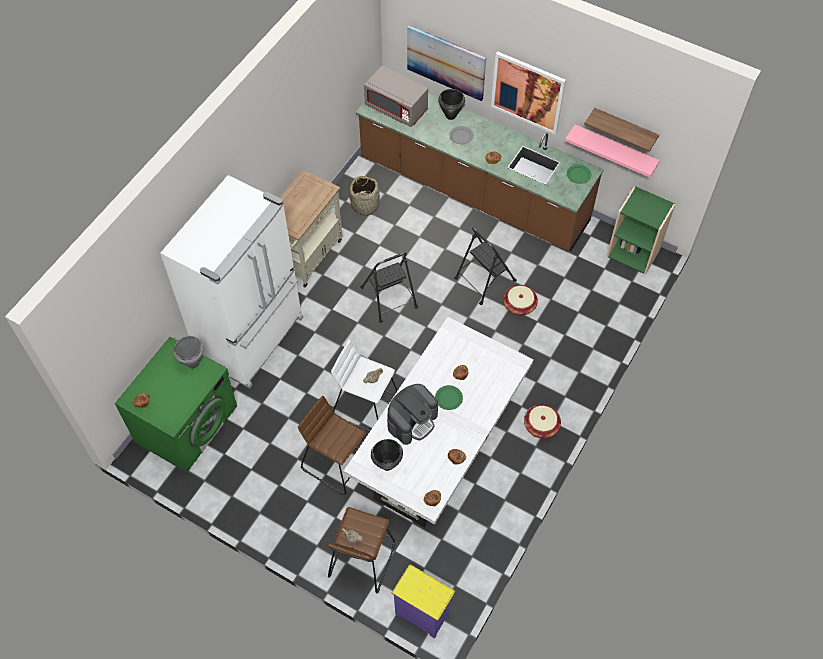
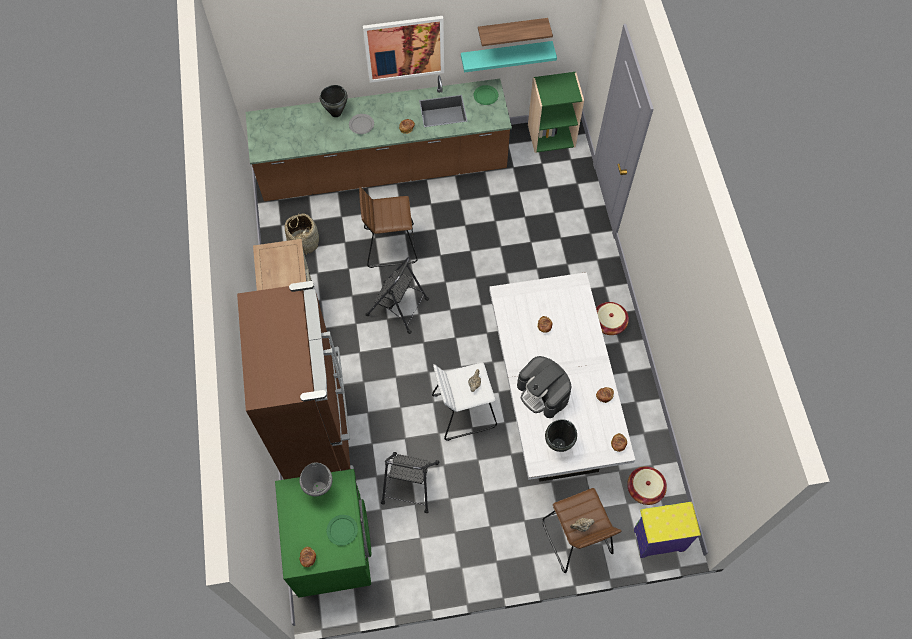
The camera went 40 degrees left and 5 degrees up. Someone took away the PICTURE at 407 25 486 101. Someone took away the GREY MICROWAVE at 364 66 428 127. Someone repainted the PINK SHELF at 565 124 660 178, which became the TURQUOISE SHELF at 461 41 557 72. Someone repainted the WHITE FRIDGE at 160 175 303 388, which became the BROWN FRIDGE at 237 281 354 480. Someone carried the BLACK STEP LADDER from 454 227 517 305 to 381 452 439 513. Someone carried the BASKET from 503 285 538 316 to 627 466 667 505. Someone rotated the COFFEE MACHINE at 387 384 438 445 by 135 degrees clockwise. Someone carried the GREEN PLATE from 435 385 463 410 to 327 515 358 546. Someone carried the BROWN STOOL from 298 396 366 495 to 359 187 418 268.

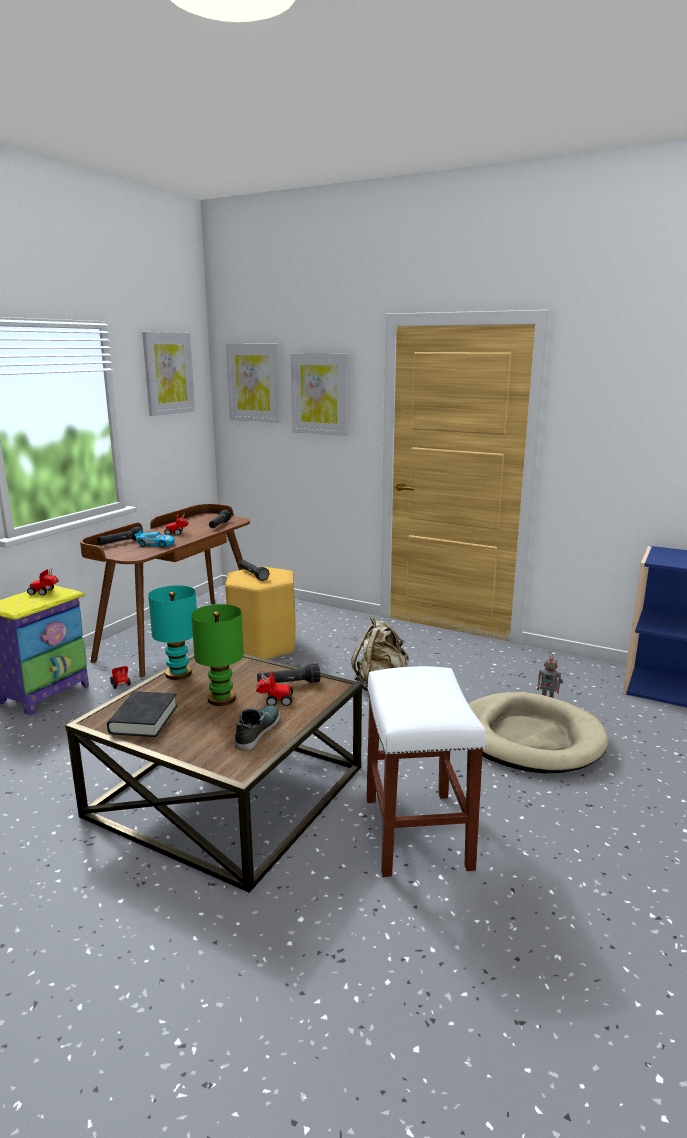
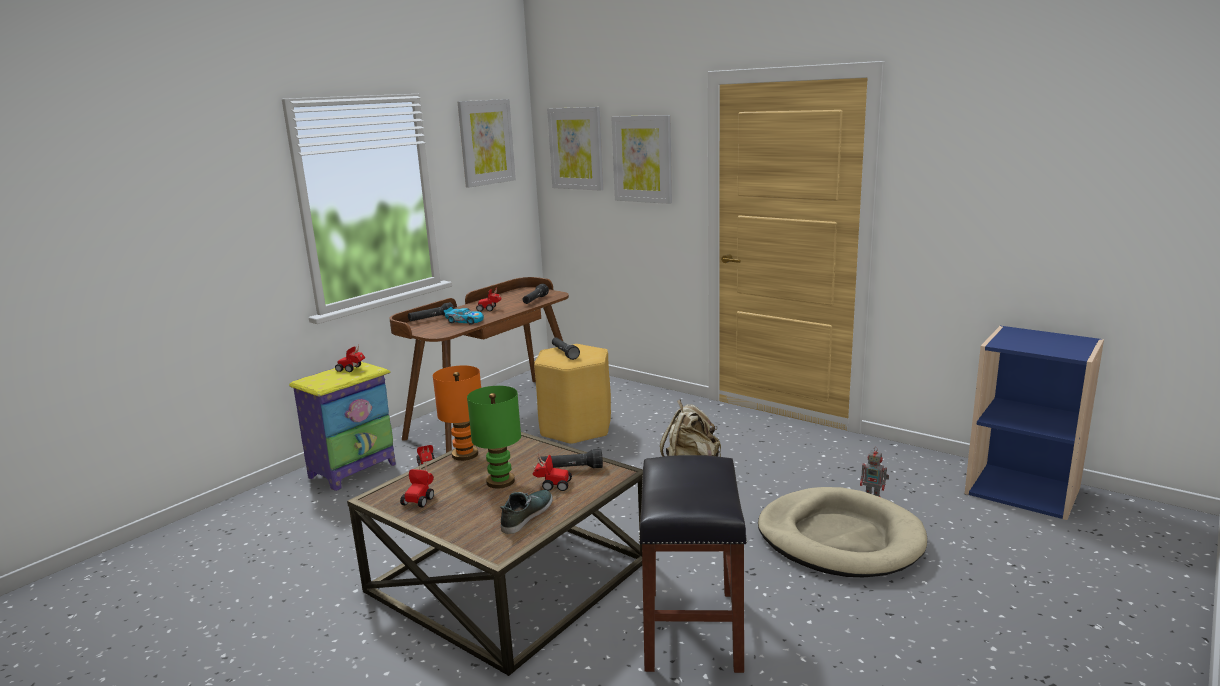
The camera went 10 degrees right and 0 degrees up. Someone repainted the TURQUOISE TABLE LAMP at 148 586 197 680, which became the ORANGE TABLE LAMP at 433 365 481 461. Someone repainted the WHITE STOOL at 366 666 486 877, which became the BLACK STOOL at 639 455 747 673. Someone swapped the BLACK BOOK at 107 691 177 737 for the TOY CAR at 400 461 434 507.

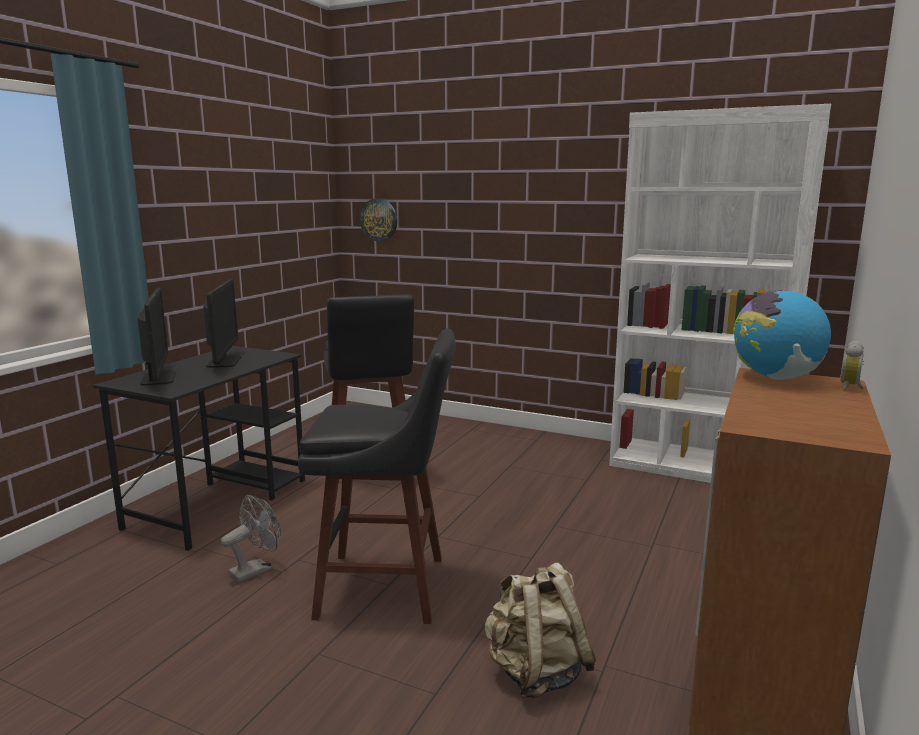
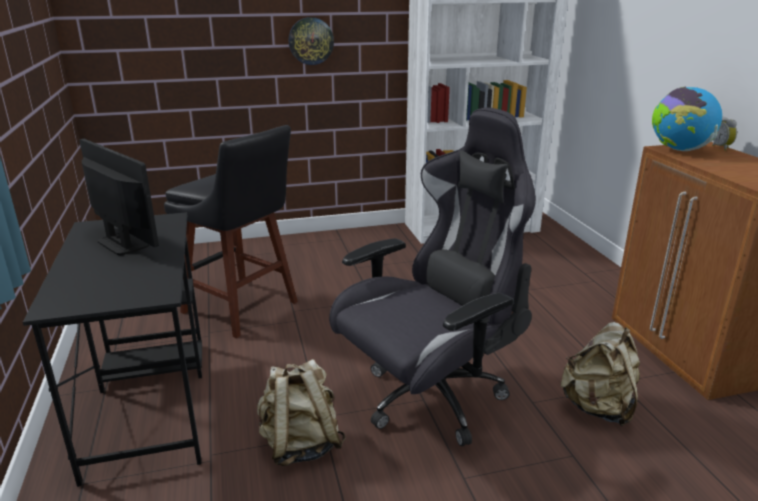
The camera went 40 degrees left and 10 degrees up. Someone carried the WALL CLOCK from 360 198 397 241 to 288 17 334 65. Someone took away the MONITOR at 137 288 176 386. Someone swapped the BLACK STOOL at 298 329 456 624 for the BLACK OFFICE CHAIR at 329 107 536 446. Someone swapped the GREY FAN at 221 495 281 582 for the BEIGE BACKPACK at 257 359 346 466.

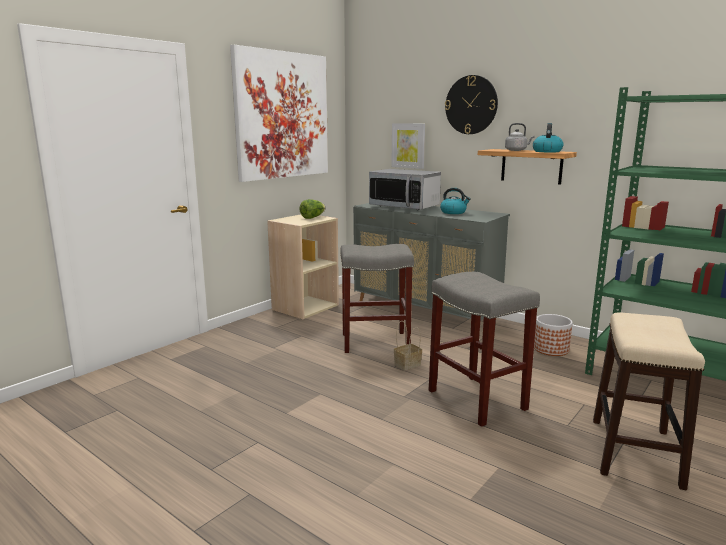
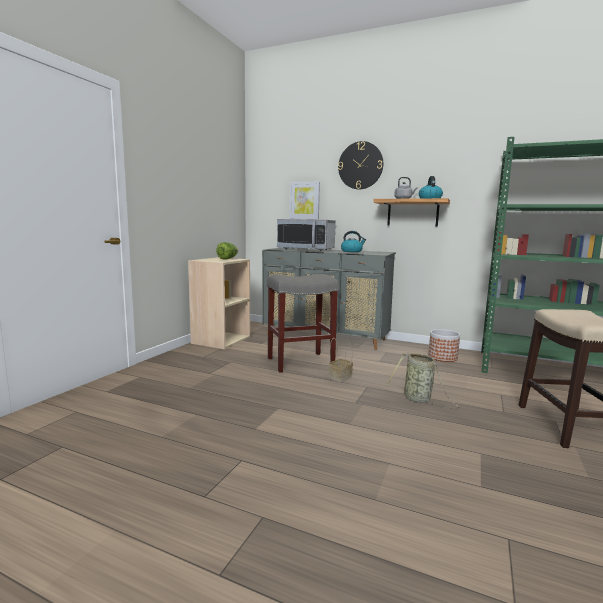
The camera went 15 degrees left and 5 degrees down. Someone took away the PICTURE at 230 45 328 182. Someone swapped the GREY STOOL at 429 272 540 427 for the BASKET at 386 352 459 408.

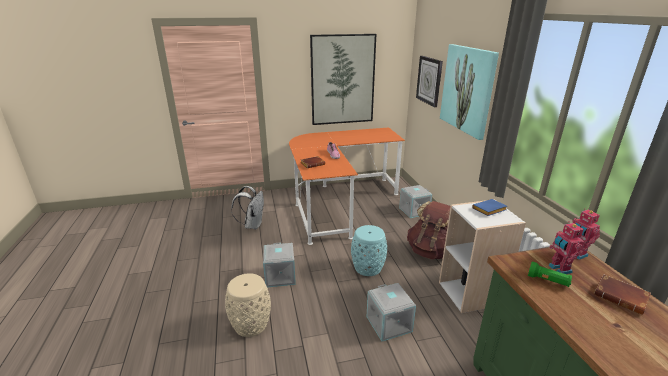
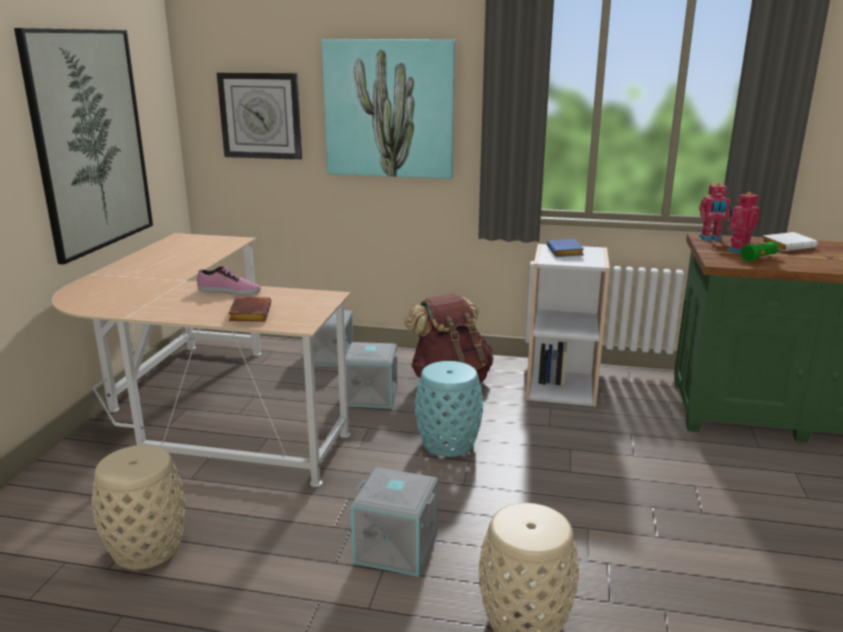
The camera went 65 degrees left and 5 degrees down. Someone repainted the ORANGE DESK at 289 127 405 245, which became the BEIGE DESK at 52 233 351 487. Someone swapped the WHITE BACKPACK at 231 186 264 230 for the BEIGE STOOL at 92 445 186 570. Someone rotated the TOY ROBOT at 549 223 584 274 by 135 degrees clockwise. Someone repainted the BROWN BOOK at 594 274 651 315, which became the WHITE BOOK at 762 232 818 251. Someone carried the GREY STORAGE BOX from 367 283 416 342 to 345 342 398 408.

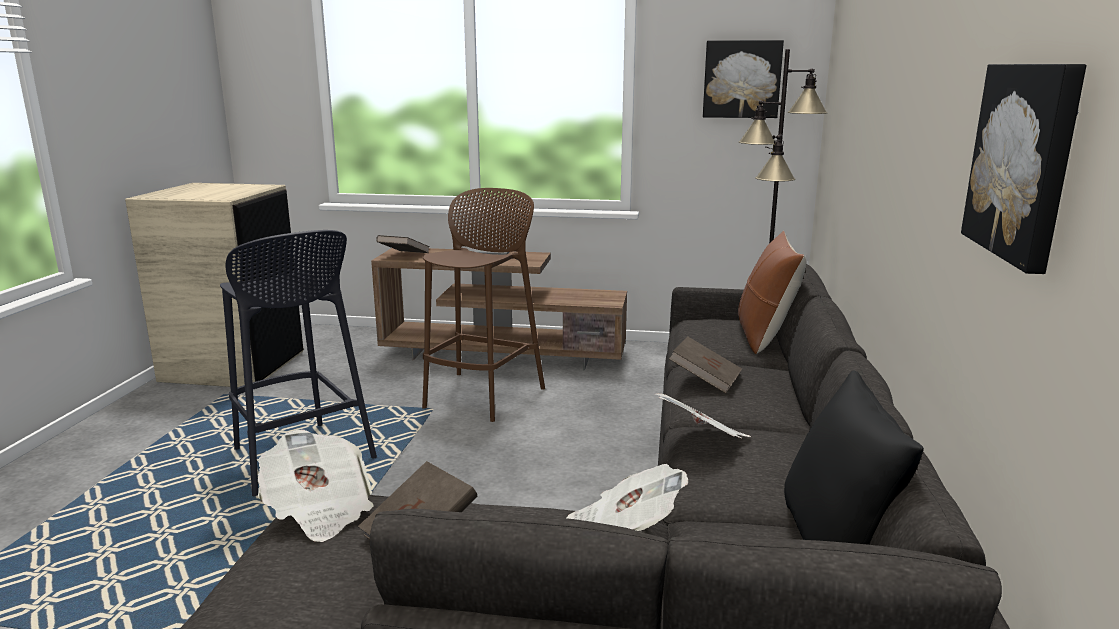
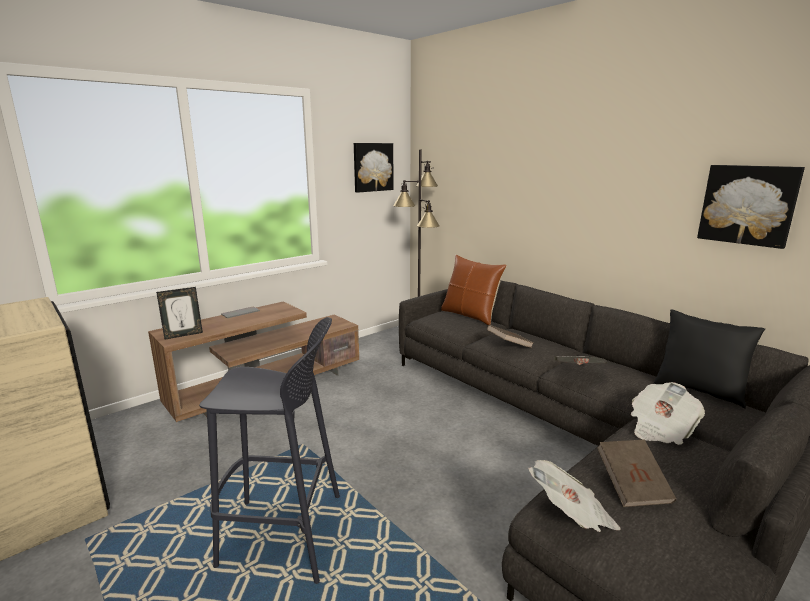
The camera went 50 degrees left and 0 degrees up. Someone took away the BROWN STOOL at 422 188 545 422. Someone swapped the BROWN BOOK at 376 235 430 253 for the PICTURE FRAME at 156 287 203 340.

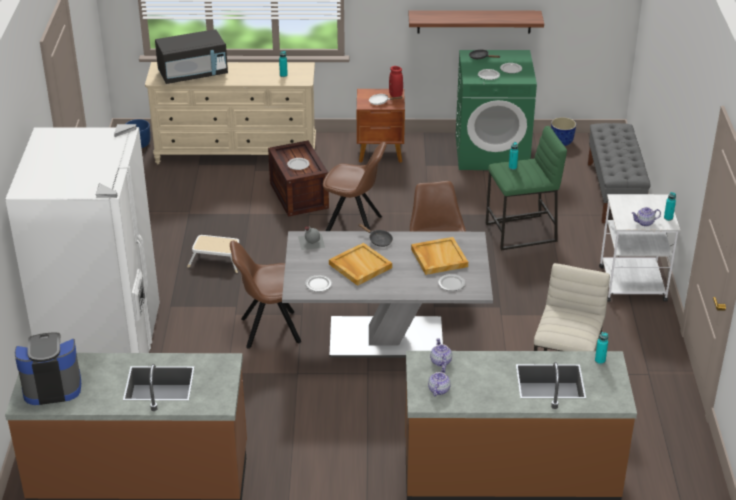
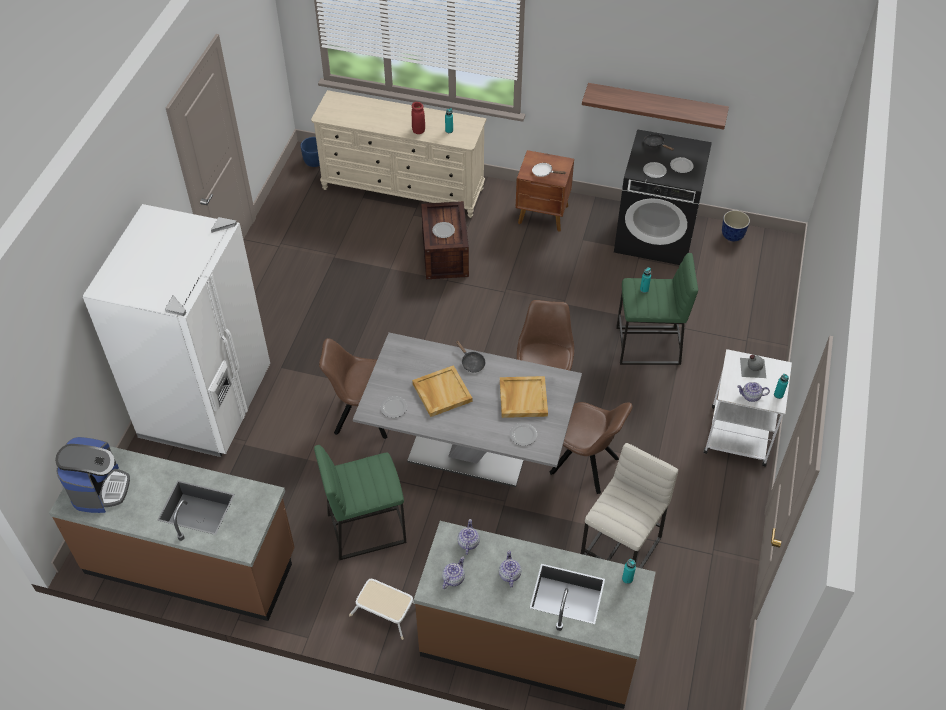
The camera went 15 degrees right and 15 degrees up. Someone took away the BLACK MICROWAVE at 155 29 228 84. Someone repainted the GREEN WASHING MACHINE at 456 50 537 170, which became the BLACK WASHING MACHINE at 614 129 712 265. Someone carried the RED VASE from 389 66 403 97 to 412 102 425 134. Someone took away the GREY BENCH at 588 123 651 223. Someone carried the BROWN CHAIR from 323 142 387 231 to 550 402 633 494. Someone carried the GREY BOTTLE from 298 226 325 250 to 740 355 766 378. Someone carried the BEIGE STEP LADDER from 187 235 239 273 to 349 579 415 640. Someone rotated the COFFEE MACHINE at 15 332 81 405 by 90 degrees clockwise. Someone put down the GREEN STOOL at 314 445 406 560. Someone put down the TEAPOT at 499 550 521 587.

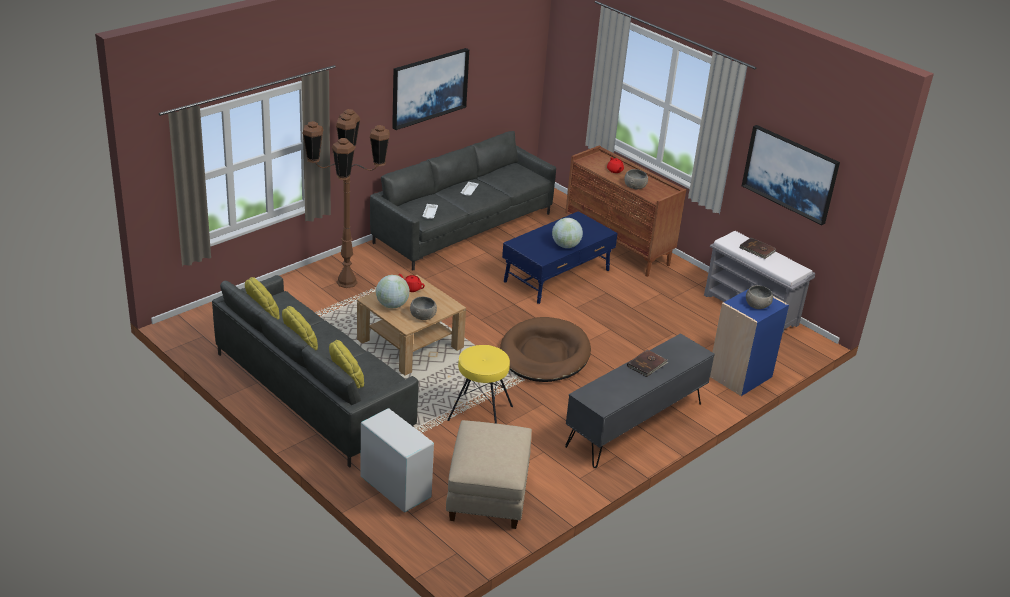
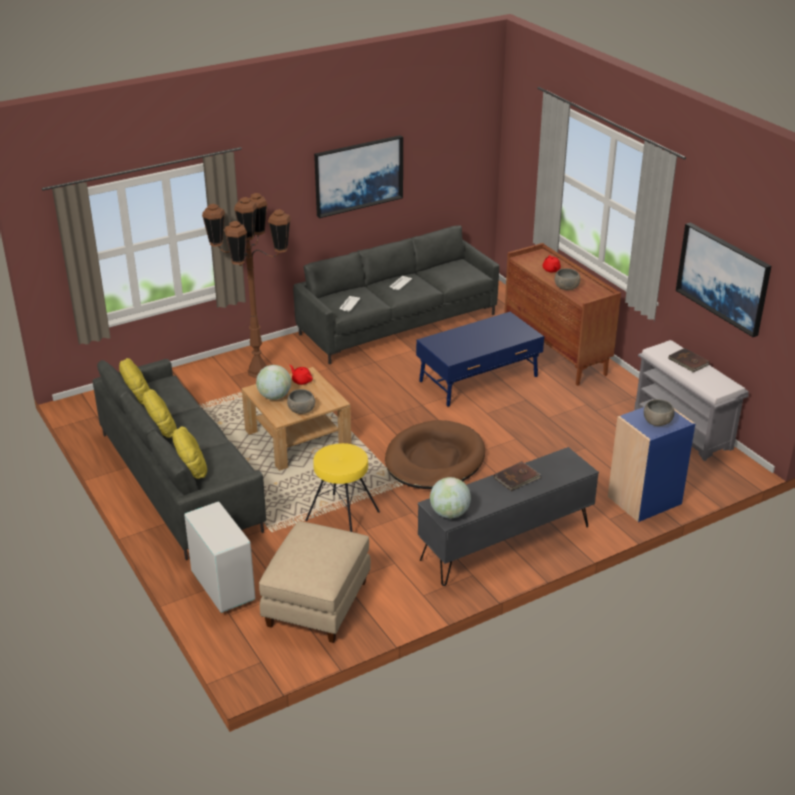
The camera went 15 degrees right and 0 degrees up. Someone carried the GLOBE from 552 218 583 248 to 430 477 471 519.

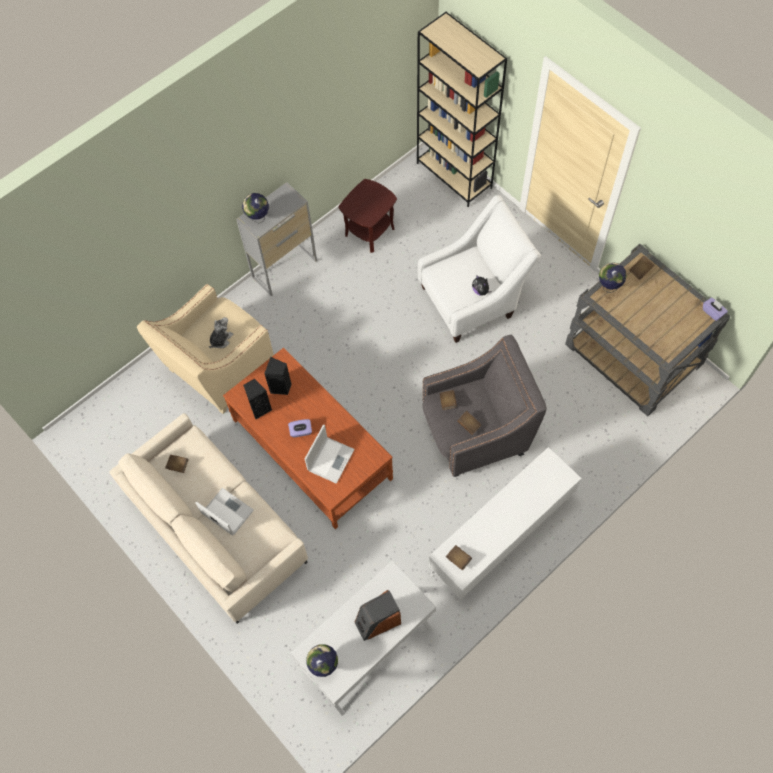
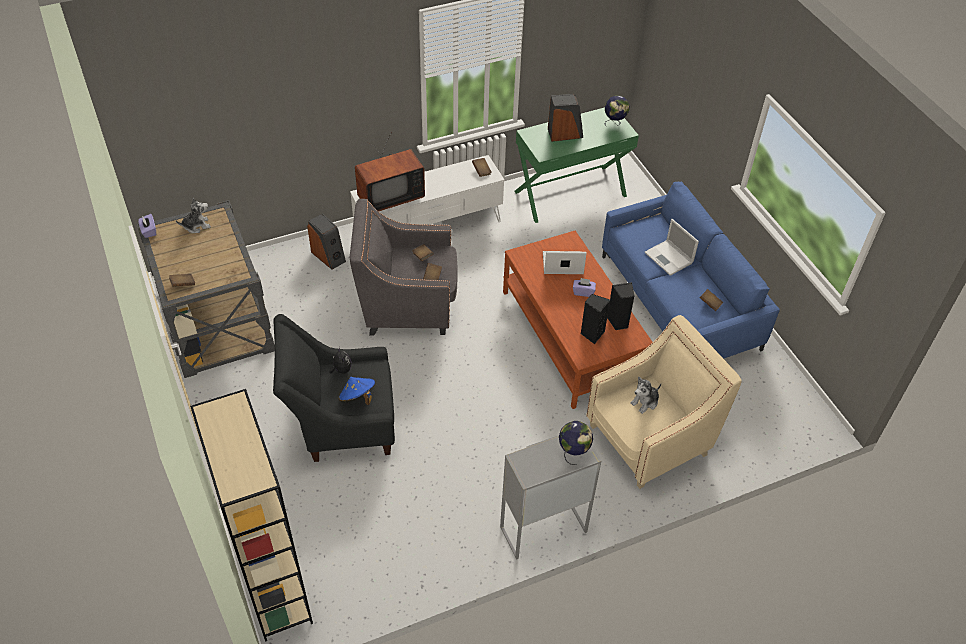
The camera went 165 degrees left and 15 degrees down. Someone took away the BROWN SIDE TABLE at 339 179 397 253. Someone repainted the WHITE ARMCHAIR at 418 195 541 343, which became the BLACK ARMCHAIR at 273 314 395 462. Someone took away the GLOBE at 599 262 627 293. Someone repainted the BEIGE SOFA at 109 413 308 624, which became the BLUE SOFA at 602 182 780 359. Someone rotated the LAPTOP at 305 424 355 483 by 45 degrees clockwise. Someone repainted the WHITE CONSOLE TABLE at 290 561 436 716, which became the GREEN CONSOLE TABLE at 514 107 639 223. Someone put down the TELEVISION at 355 132 425 212. Someone put down the PLUSH TOY at 176 198 211 233. Someone put down the SPEAKER at 307 213 346 270. Someone put down the BLUE HAT at 339 377 375 405.

